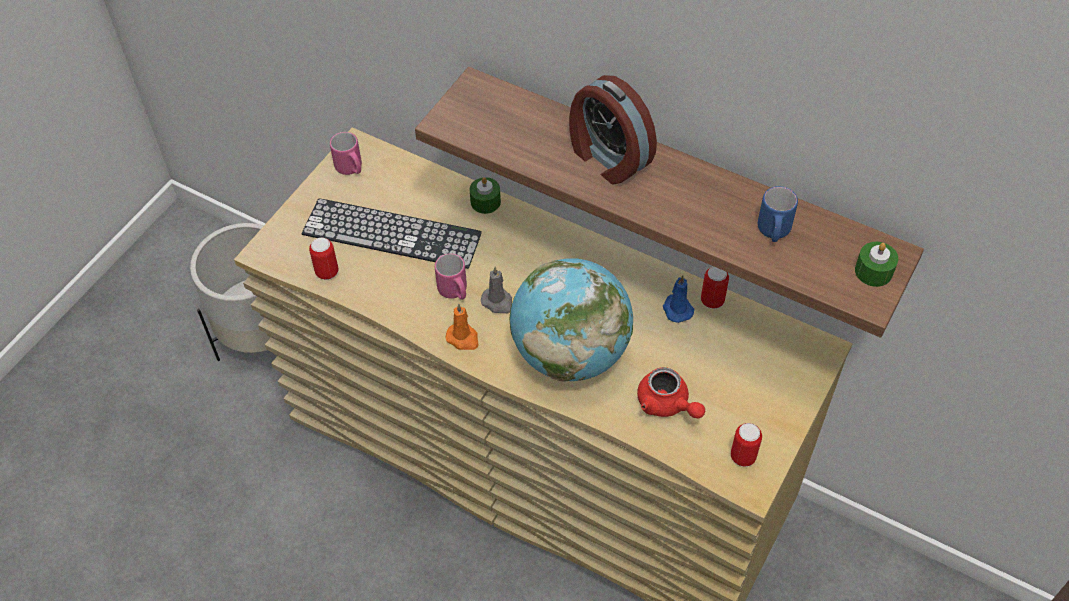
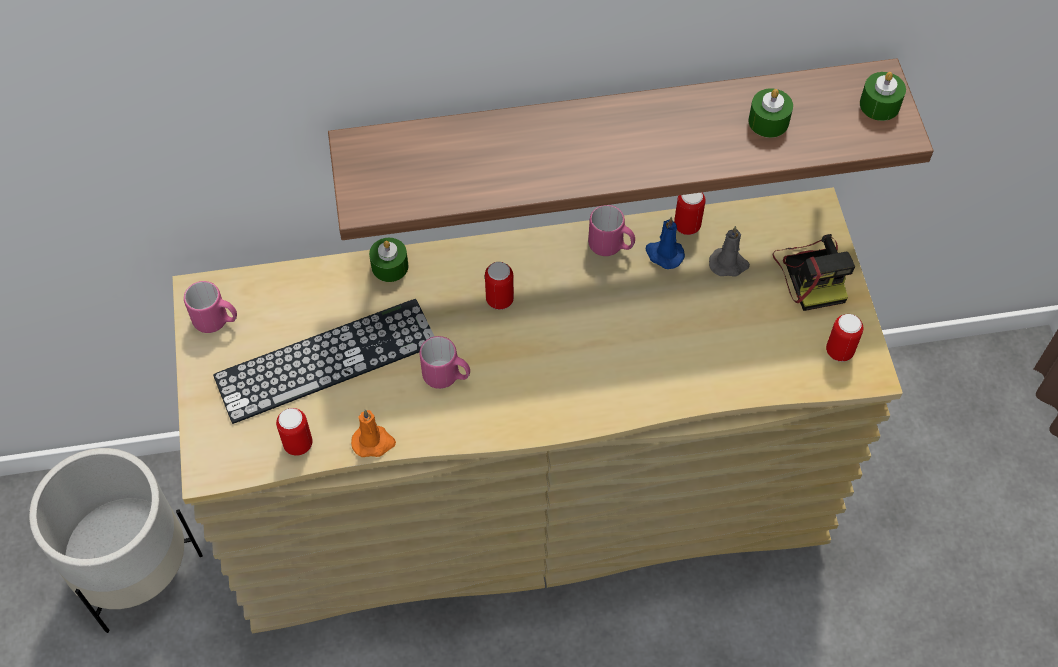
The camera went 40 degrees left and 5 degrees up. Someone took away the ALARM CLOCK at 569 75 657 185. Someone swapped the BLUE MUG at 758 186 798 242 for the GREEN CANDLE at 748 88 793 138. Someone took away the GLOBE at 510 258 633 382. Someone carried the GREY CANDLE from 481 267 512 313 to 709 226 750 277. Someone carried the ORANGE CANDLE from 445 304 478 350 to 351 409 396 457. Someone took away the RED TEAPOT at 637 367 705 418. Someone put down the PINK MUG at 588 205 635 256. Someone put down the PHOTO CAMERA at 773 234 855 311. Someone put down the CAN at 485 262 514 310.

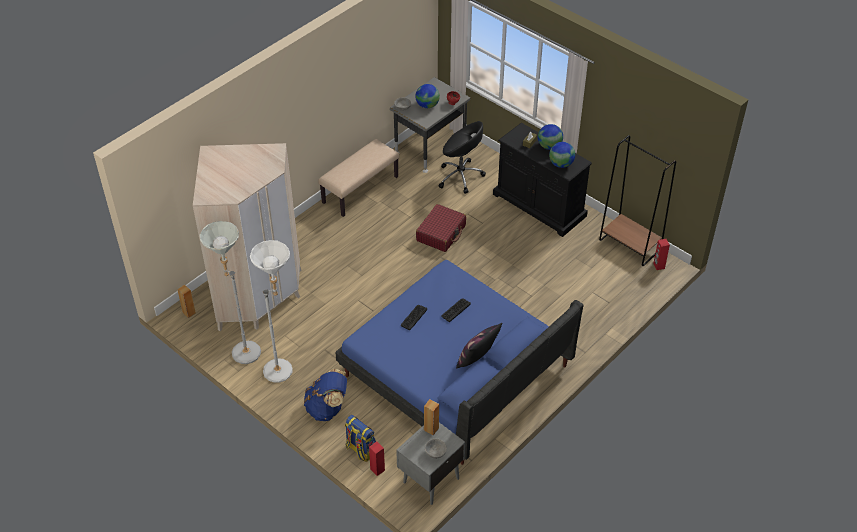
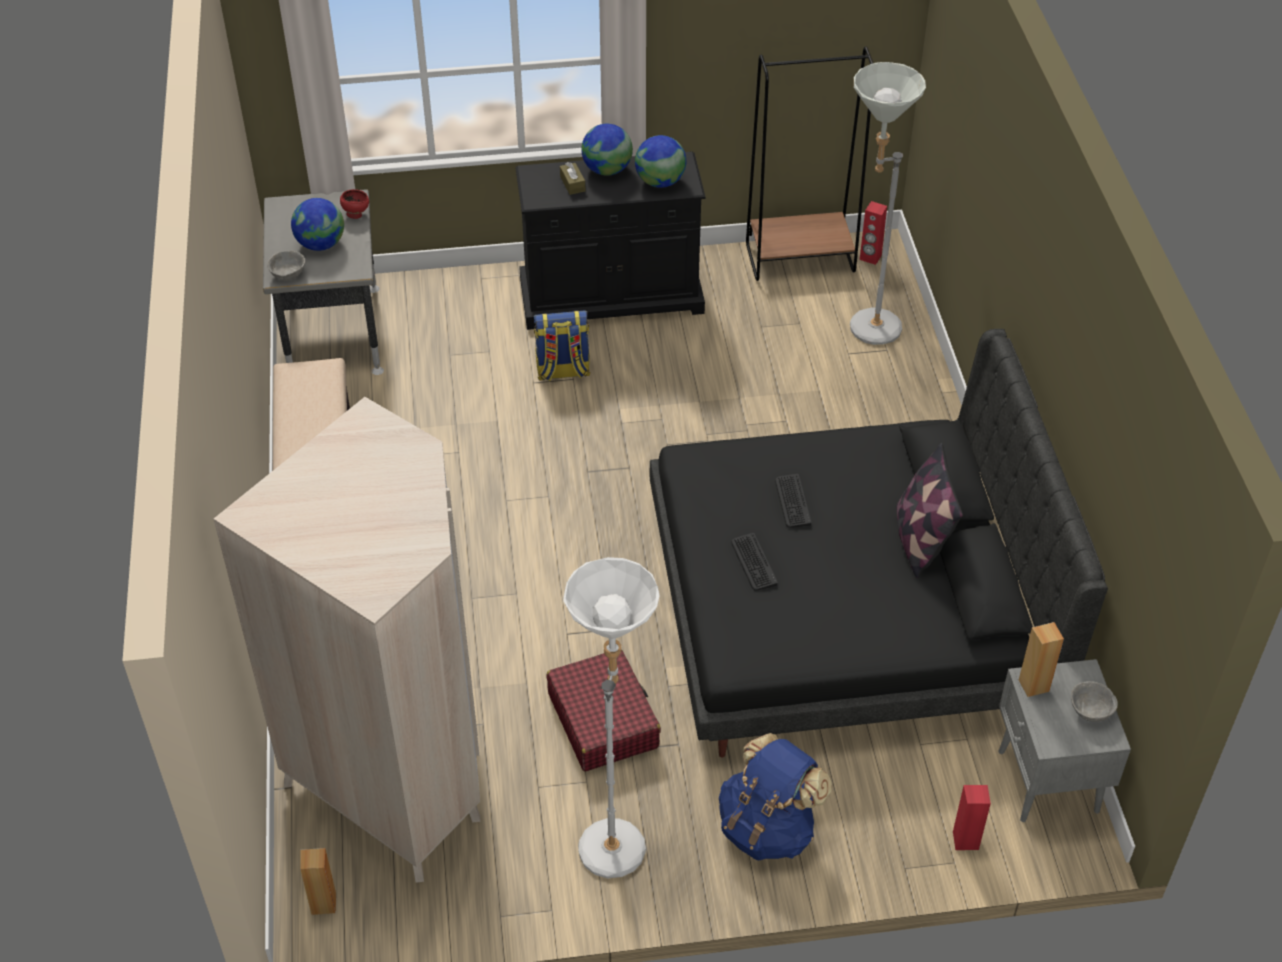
The camera went 50 degrees left and 0 degrees up. Someone took away the BLACK OFFICE CHAIR at 439 121 486 194. Someone carried the RED SUITCASE from 416 204 466 252 to 546 649 661 771. Someone carried the GREY FLOOR LAMP from 199 221 261 364 to 850 62 926 345. Someone repainted the BLUE BED at 336 260 583 465, which became the BLACK BED at 650 329 1108 758. Someone carried the BACKPACK from 345 415 376 462 to 534 310 590 382.

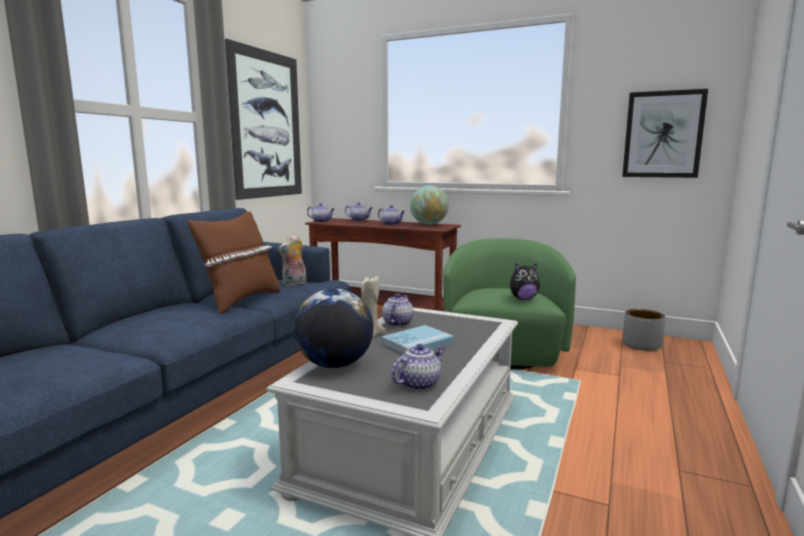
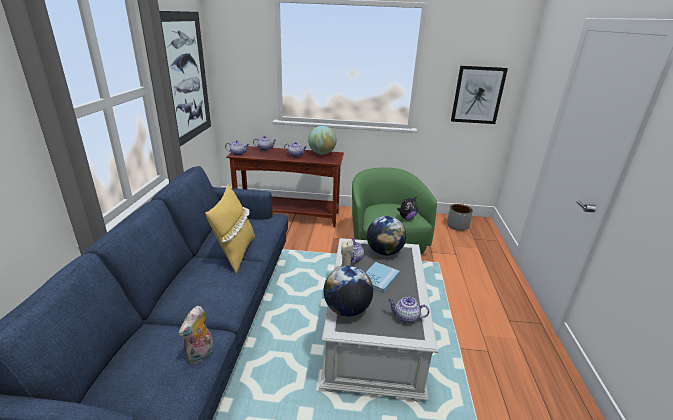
The camera went 20 degrees left and 15 degrees up. Someone repainted the BROWN PILLOW at 188 212 281 315, which became the YELLOW PILLOW at 205 185 255 273. Someone carried the PLUSH TOY from 278 234 306 286 to 179 306 214 364. Someone rotated the TEAPOT at 391 344 445 391 by 105 degrees counterclockwise. Someone put down the GLOBE at 367 216 406 256.

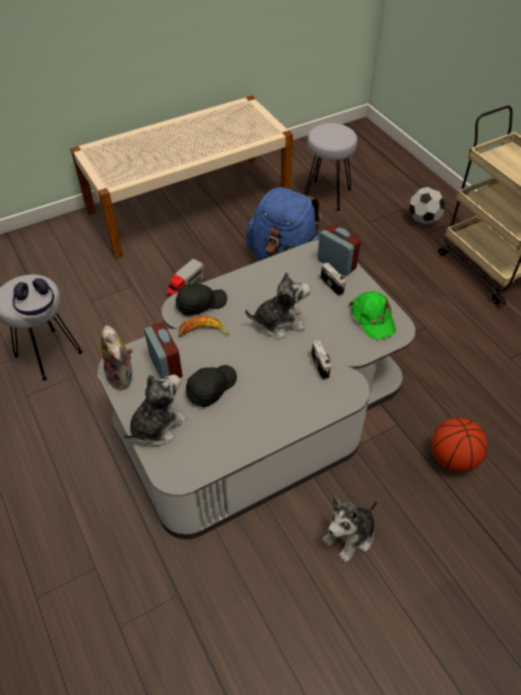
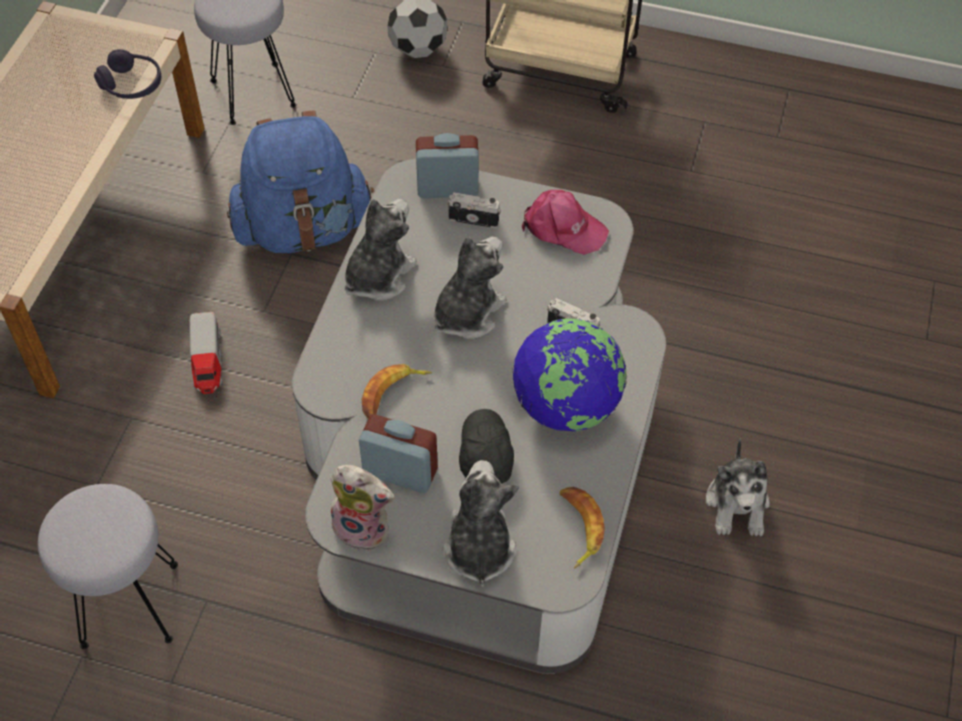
The camera went 45 degrees left and 5 degrees up. Someone carried the PURPLE HEADPHONES from 13 278 54 316 to 94 49 161 99. Someone took away the BLACK CAP at 175 283 227 316. Someone repainted the GREEN CAP at 349 291 396 339, which became the PINK CAP at 522 190 609 255. Someone took away the BASKETBALL at 432 418 488 472. Someone put down the PLUSH TOY at 345 199 417 301. Someone put down the GLOBE at 512 318 627 432. Someone put down the BANANA at 560 487 605 568.

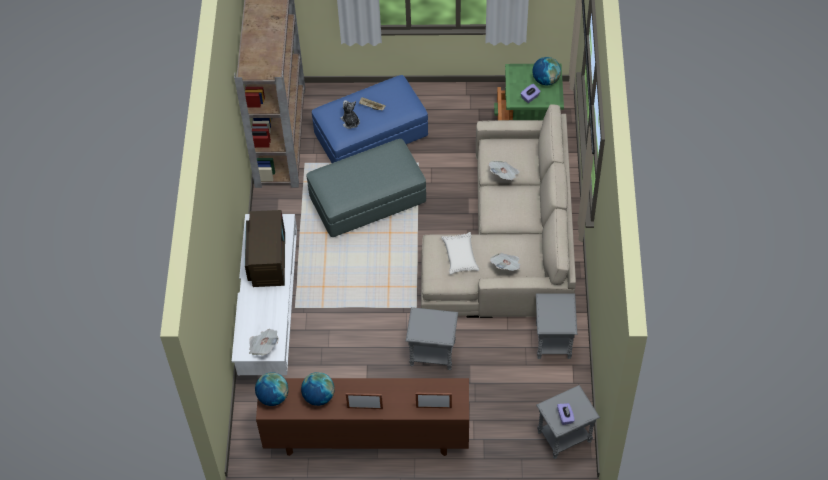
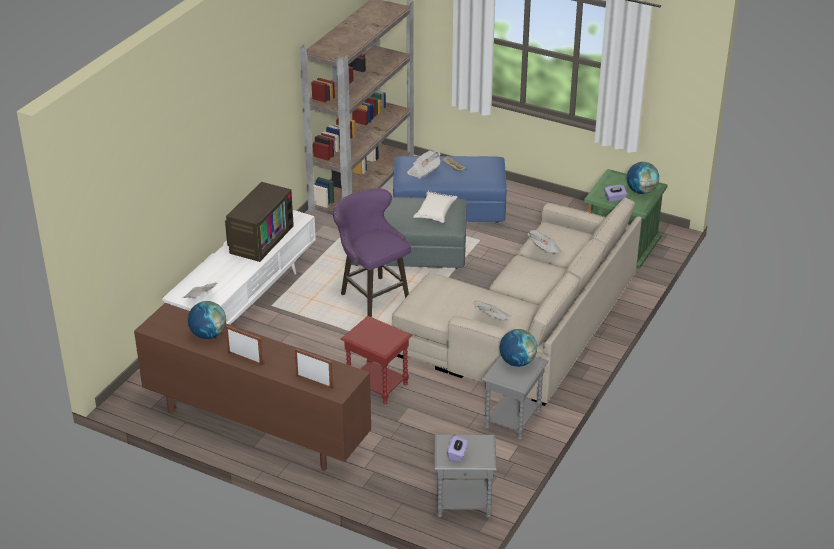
The camera went 25 degrees right and 20 degrees down. Someone swapped the PLUSH TOY at 341 100 360 129 for the NEWSPAPER at 407 151 441 179. Someone carried the WHITE PILLOW from 441 232 479 275 to 413 190 457 223. Someone repainted the GREY SIDE TABLE at 406 307 458 370, which became the RED SIDE TABLE at 340 316 413 404. Someone carried the GLOBE from 255 372 289 406 to 500 329 537 367. Someone put down the PURPLE STOOL at 333 188 411 317.

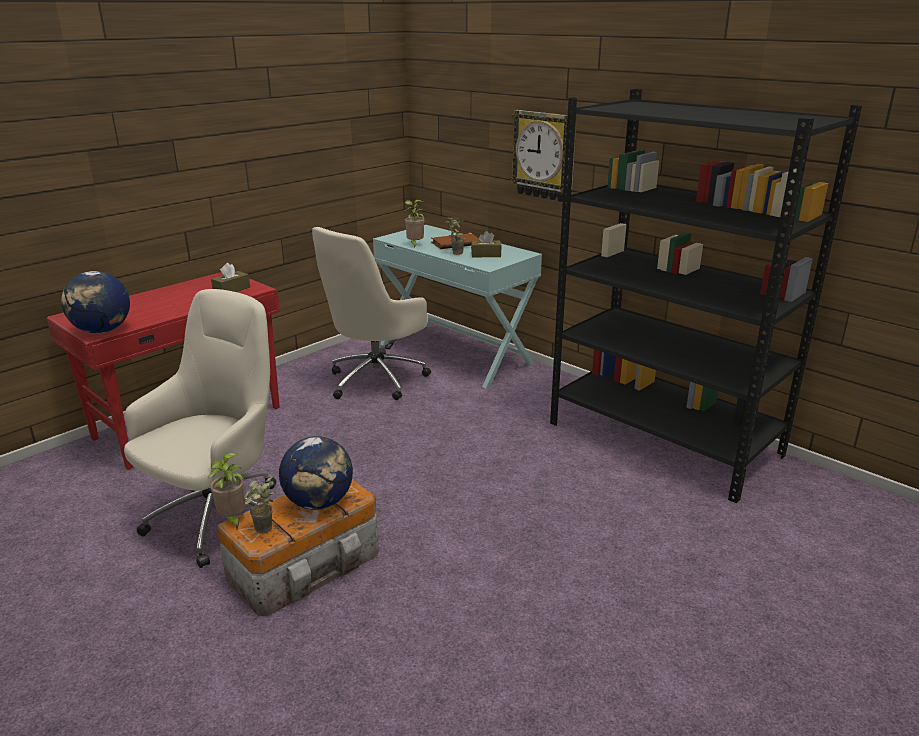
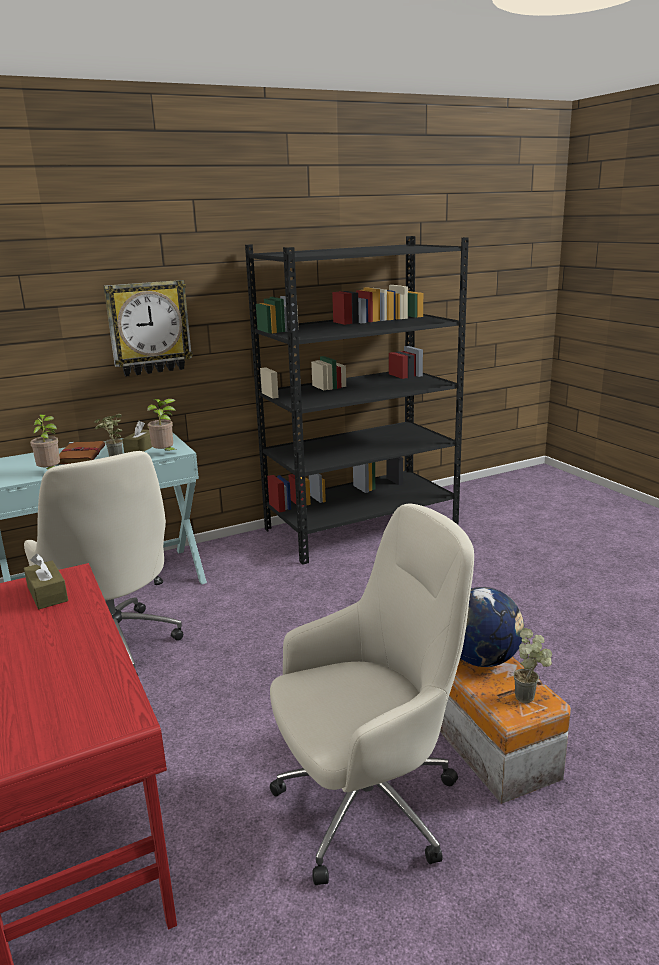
The camera went 70 degrees left and 5 degrees down. Someone took away the GLOBE at 61 271 130 333. Someone rotated the BEIGE OFFICE CHAIR at 124 289 277 568 by 105 degrees clockwise. Someone carried the POTTED PLANT from 208 453 245 528 to 147 399 179 452.

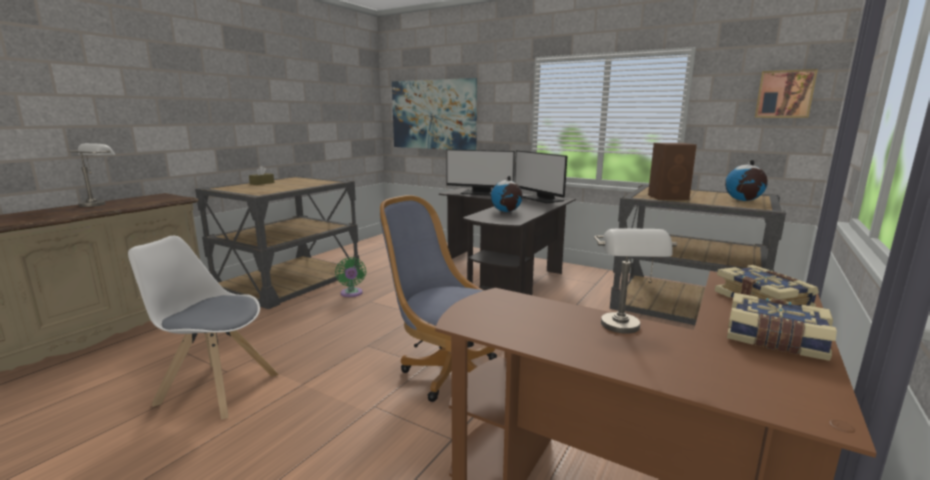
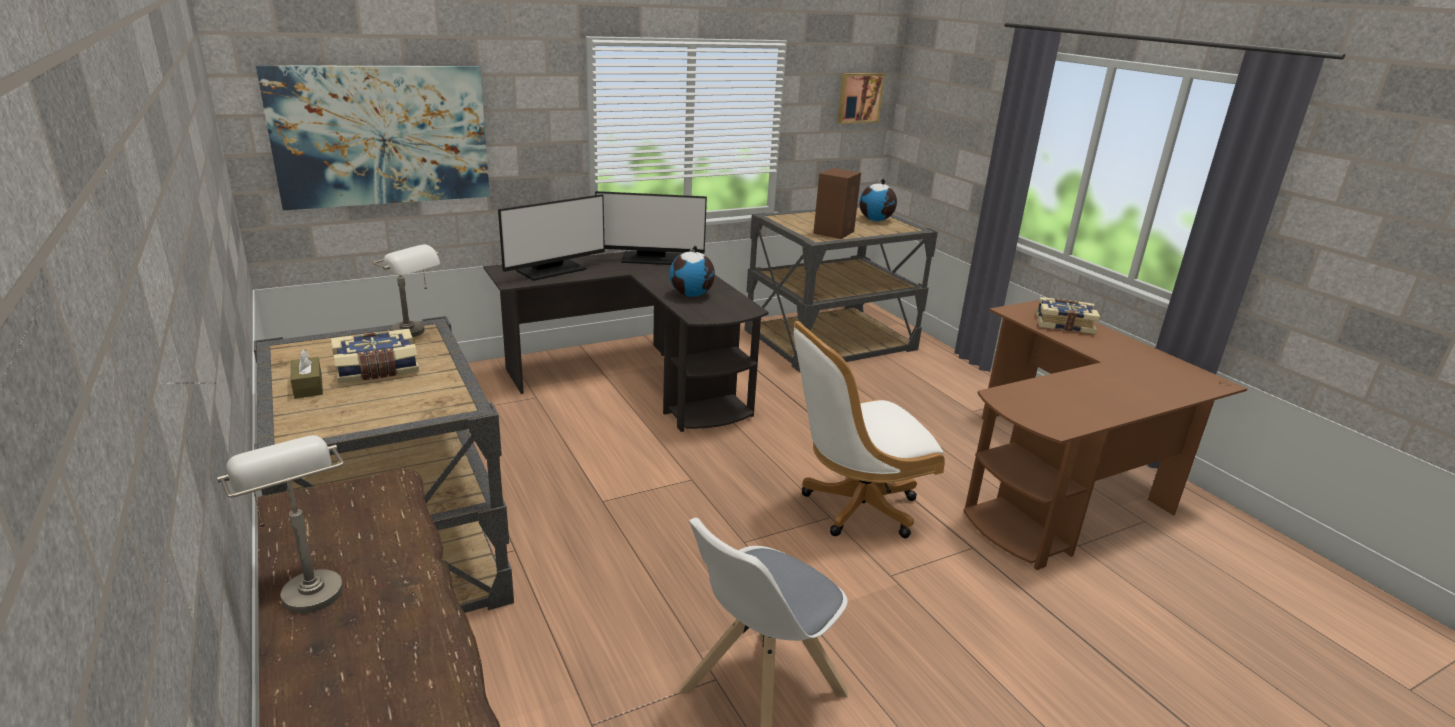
The camera went 60 degrees left and 10 degrees up. Someone repainted the BLUE OFFICE CHAIR at 380 195 497 402, which became the WHITE OFFICE CHAIR at 794 321 945 539. Someone carried the GREY TABLE LAMP from 594 228 677 334 to 372 244 440 337. Someone took away the GREEN FAN at 335 257 366 297. Someone carried the BOOK from 727 293 837 361 to 331 329 419 383.

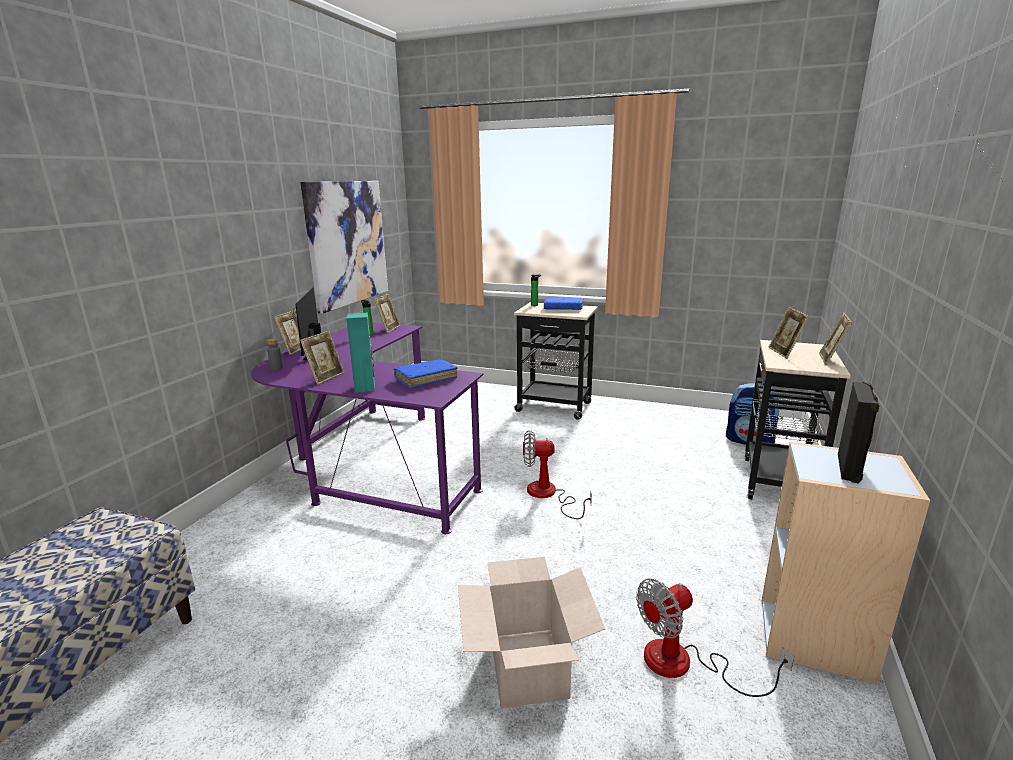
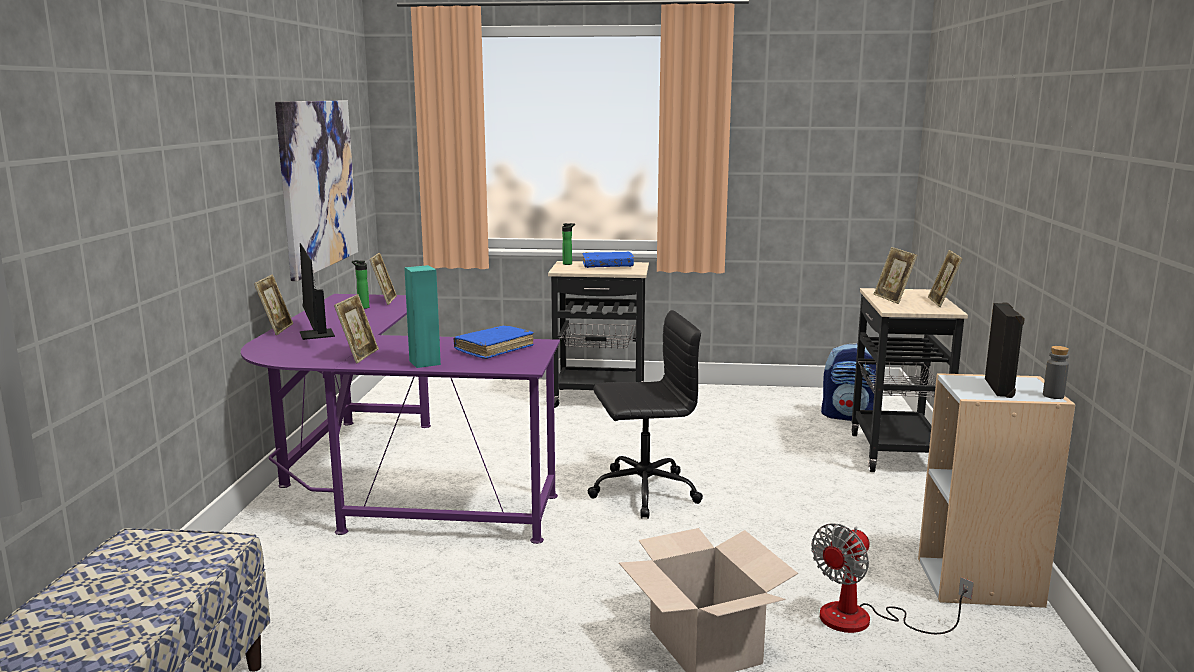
The camera went 15 degrees left and 5 degrees down. Someone carried the GREY BOTTLE from 267 339 283 371 to 1043 346 1069 399. Someone swapped the FAN at 523 430 592 519 for the BLACK OFFICE CHAIR at 588 310 703 519.

